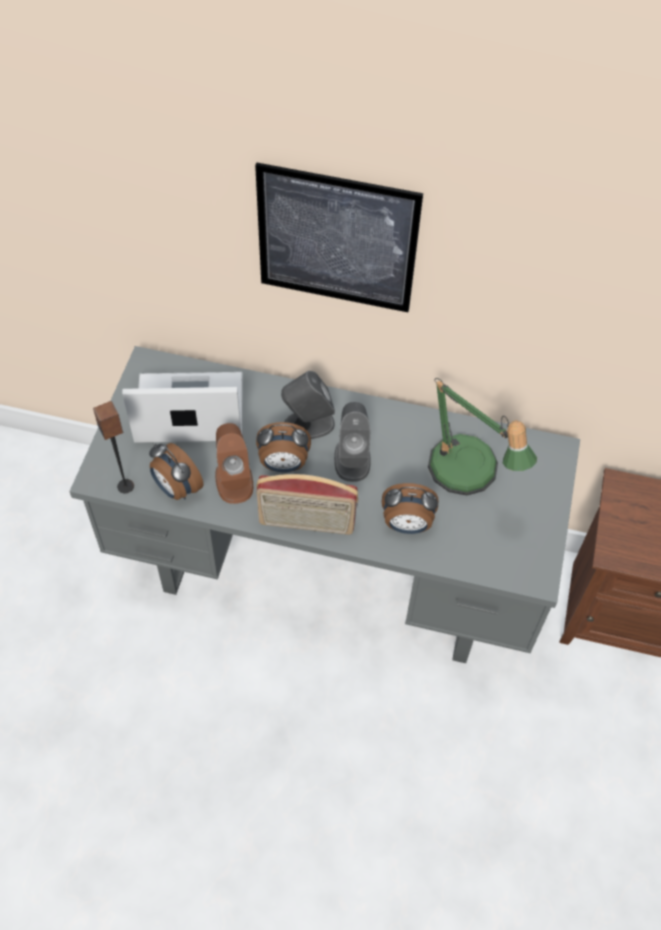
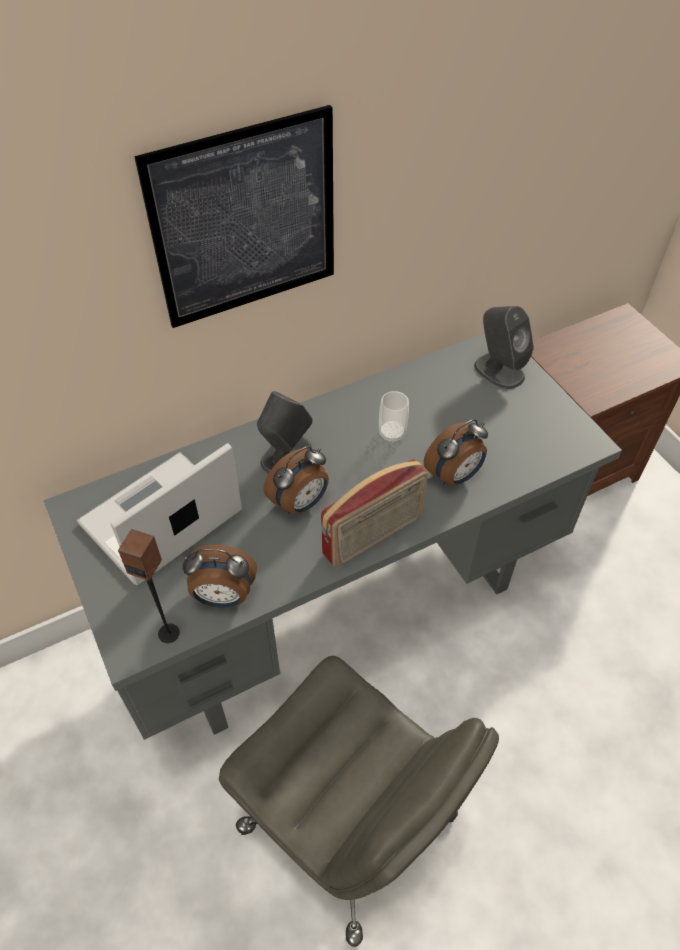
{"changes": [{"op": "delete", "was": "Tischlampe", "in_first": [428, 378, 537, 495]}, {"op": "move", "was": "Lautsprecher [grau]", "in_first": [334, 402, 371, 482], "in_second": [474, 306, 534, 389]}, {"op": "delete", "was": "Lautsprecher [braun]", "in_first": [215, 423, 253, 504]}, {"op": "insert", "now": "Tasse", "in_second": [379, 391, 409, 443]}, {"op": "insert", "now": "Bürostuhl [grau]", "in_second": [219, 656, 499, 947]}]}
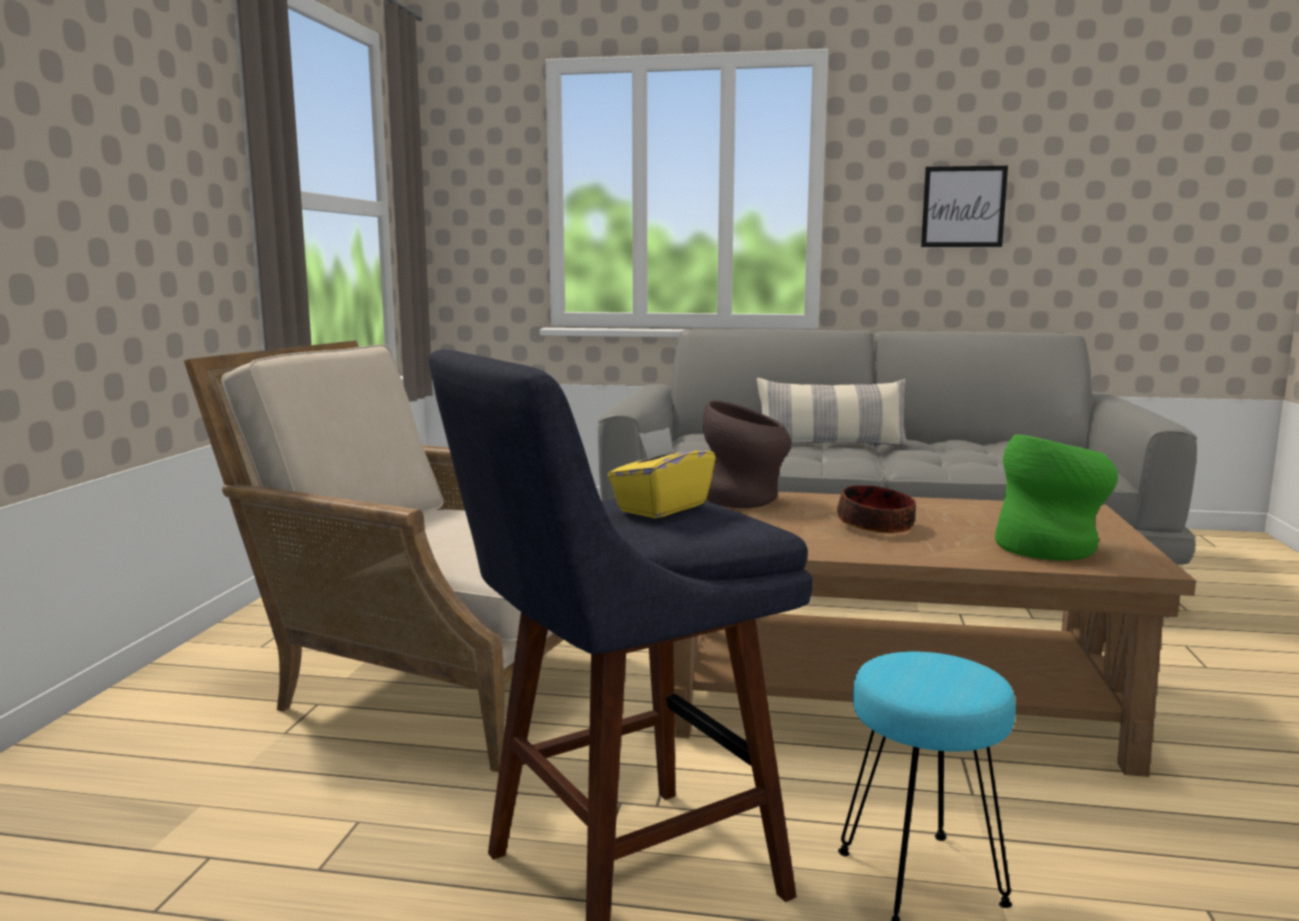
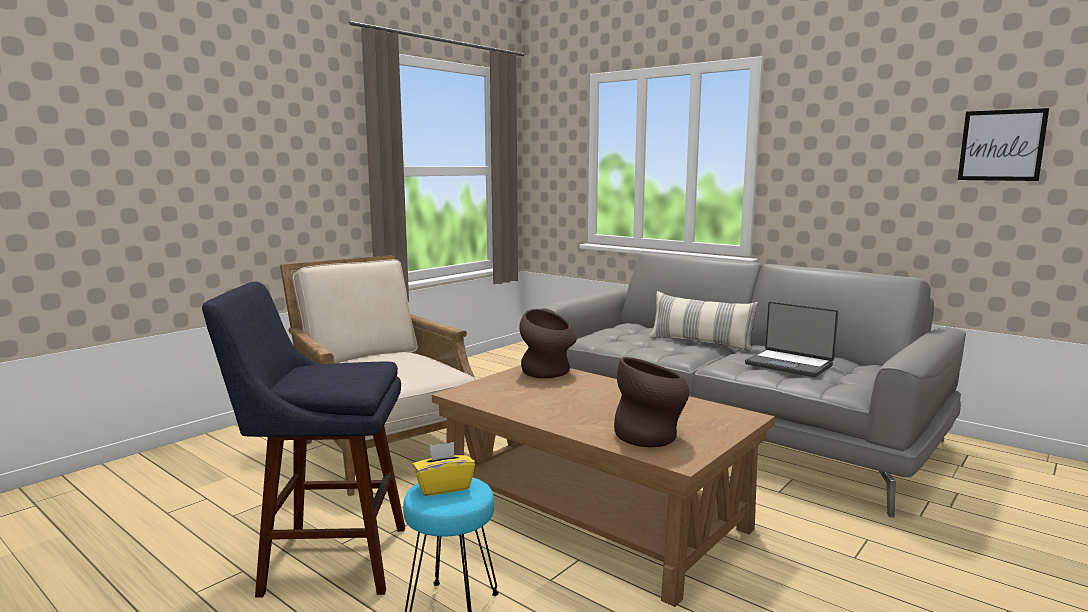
{"changes": [{"op": "move", "was": "Bild", "in_first": [921, 166, 1008, 247], "in_second": [958, 108, 1049, 181]}, {"op": "move", "was": "Taschentuchbox [gelb]", "in_first": [608, 428, 716, 518], "in_second": [412, 442, 475, 496]}, {"op": "recolor", "was": "Vase [grün]", "now": "Vase [braun]", "in_first": [995, 435, 1118, 561], "in_second": [614, 357, 689, 447]}, {"op": "delete", "was": "Schüssel", "in_first": [837, 485, 916, 533]}, {"op": "insert", "now": "Laptop", "in_second": [745, 301, 838, 377]}]}
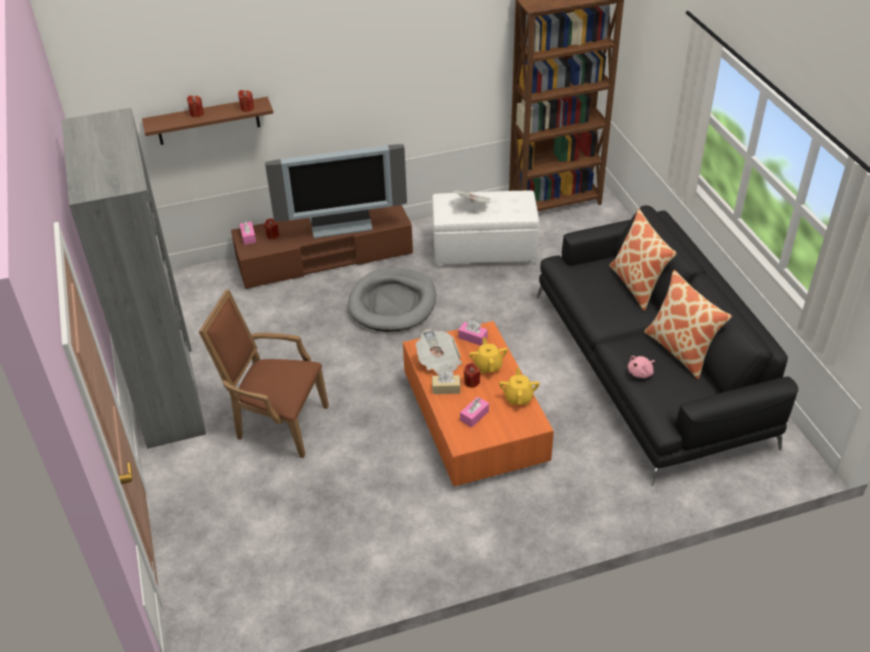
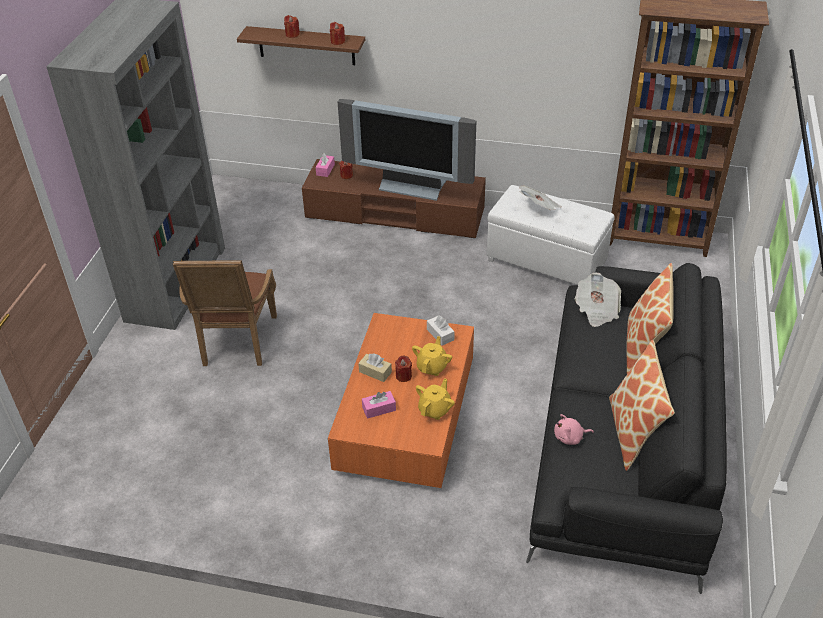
{"changes": [{"op": "delete", "was": "Hundebett [grau]", "in_first": [348, 268, 436, 332]}, {"op": "rotate", "was": "Sessel [braun]", "in_first": [199, 289, 329, 458], "in_second": [173, 260, 277, 366], "clockwise": -135}, {"op": "recolor", "was": "Taschentuchbox [rosa]", "now": "Taschentuchbox [weiß]", "in_first": [458, 321, 488, 346], "in_second": [427, 315, 455, 346]}, {"op": "move", "was": "Zeitung", "in_first": [416, 329, 462, 375], "in_second": [575, 273, 621, 327]}]}
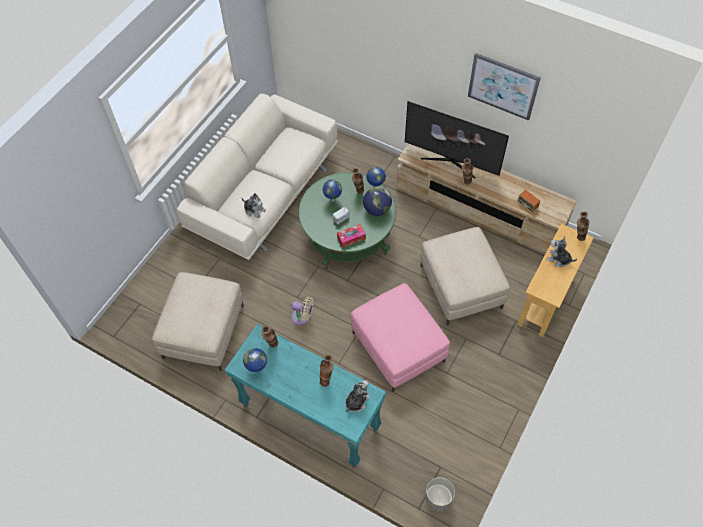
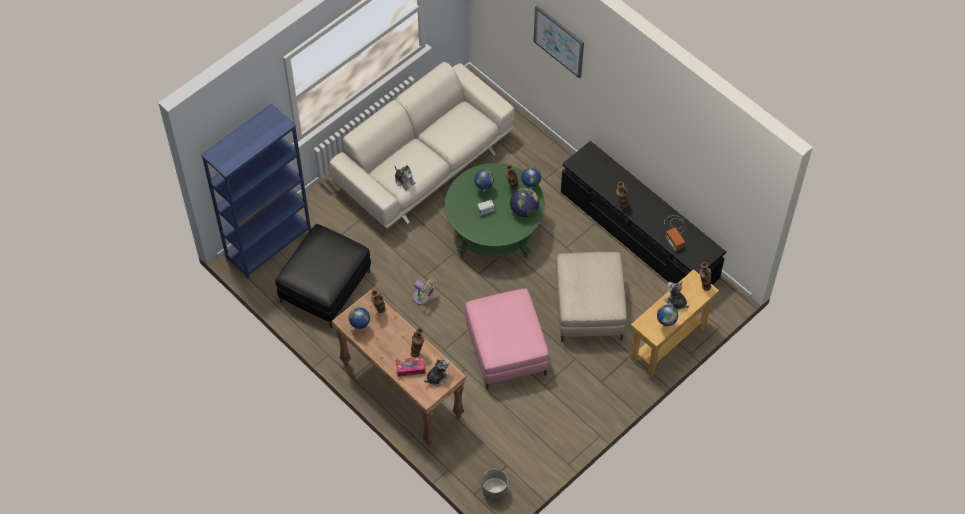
{"changes": [{"op": "move", "was": "Bild", "in_first": [468, 53, 541, 121], "in_second": [534, 5, 584, 79]}, {"op": "delete", "was": "Fernseher", "in_first": [405, 101, 509, 179]}, {"op": "recolor", "was": "Fernsehschrank [beige]", "now": "Fernsehschrank [schwarz]", "in_first": [396, 143, 577, 254], "in_second": [561, 141, 726, 285]}, {"op": "move", "was": "Taschentuchbox", "in_first": [337, 224, 366, 248], "in_second": [396, 357, 425, 377]}, {"op": "recolor", "was": "Polsterhocker [beige]", "now": "Polsterhocker [schwarz]", "in_first": [152, 272, 244, 371], "in_second": [275, 224, 371, 328]}, {"op": "recolor", "was": "Konsolentisch [türkis]", "now": "Konsolentisch [braun]", "in_first": [224, 324, 386, 467], "in_second": [332, 289, 467, 445]}, {"op": "insert", "now": "Bücherregal [blau]", "in_second": [201, 103, 311, 279]}, {"op": "insert", "now": "Globus", "in_second": [657, 305, 678, 327]}]}
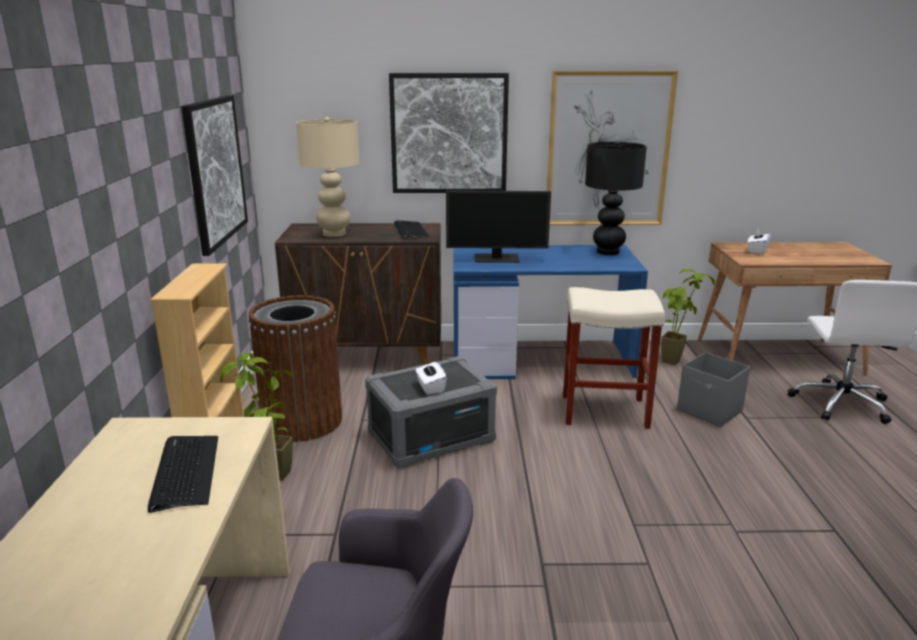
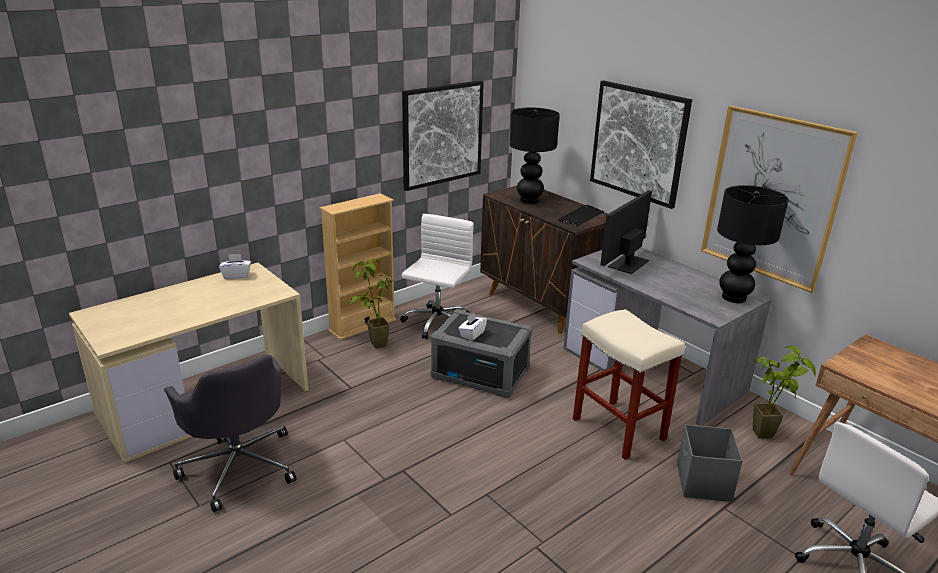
{"changes": [{"op": "recolor", "was": "Tischlampe [beige]", "now": "Tischlampe [schwarz]", "in_first": [296, 117, 359, 237], "in_second": [510, 107, 560, 204]}, {"op": "rotate", "was": "Monitor", "in_first": [446, 190, 551, 263], "in_second": [600, 190, 652, 274], "clockwise": 75}, {"op": "move", "was": "Taschentuchbox [weiß]", "in_first": [747, 228, 771, 254], "in_second": [219, 254, 251, 279]}, {"op": "recolor", "was": "Schreibtisch [blau]", "now": "Schreibtisch [grau]", "in_first": [453, 245, 648, 379], "in_second": [563, 247, 771, 425]}, {"op": "replace", "was": "Mülleimer [braun]", "now": "Bürostuhl [weiß]", "in_first": [248, 295, 342, 442], "in_second": [400, 214, 474, 339]}, {"op": "delete", "was": "Tastatur", "in_first": [148, 436, 218, 513]}]}
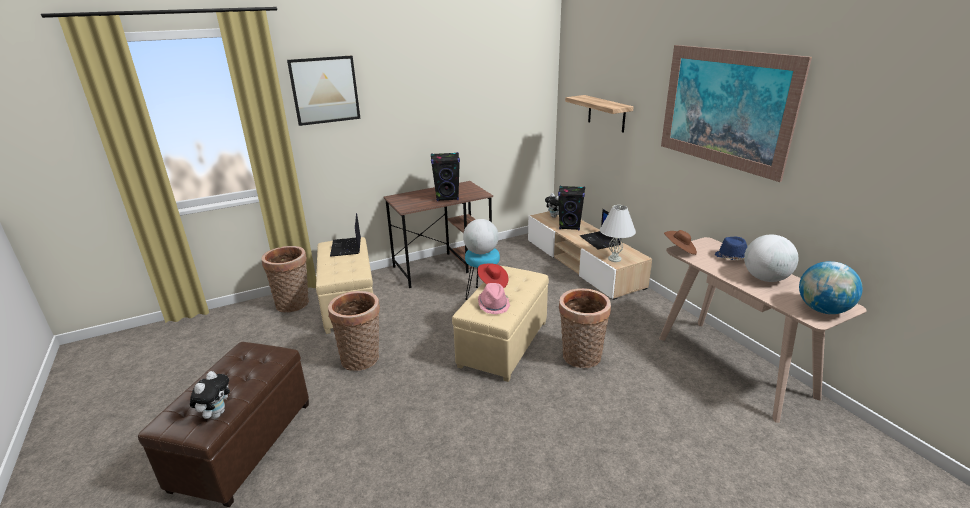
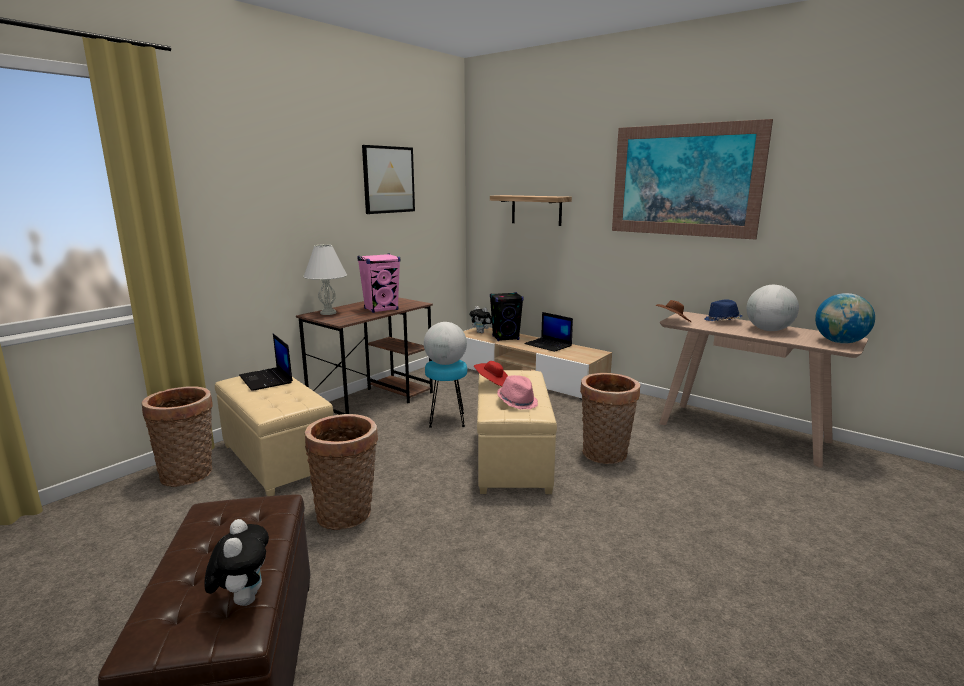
{"changes": [{"op": "move", "was": "Bild", "in_first": [287, 55, 360, 126], "in_second": [362, 145, 415, 214]}, {"op": "recolor", "was": "Lautsprecher [schwarz]", "now": "Lautsprecher [rosa]", "in_first": [431, 152, 460, 201], "in_second": [357, 253, 400, 313]}, {"op": "move", "was": "Tischlampe [weiß]", "in_first": [600, 205, 636, 262], "in_second": [303, 244, 347, 315]}]}
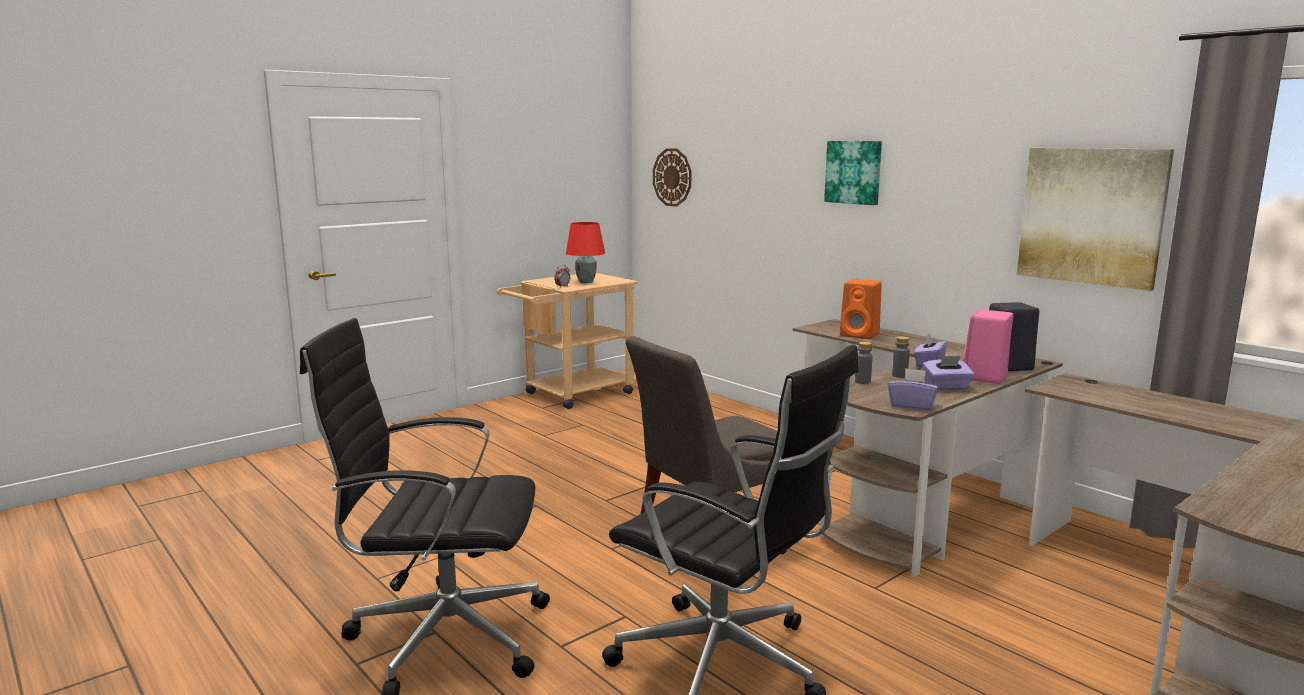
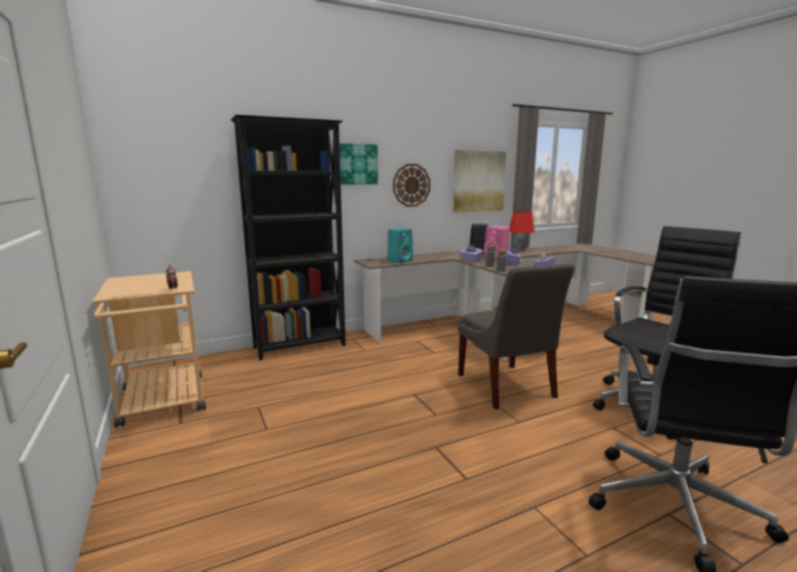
{"changes": [{"op": "move", "was": "Wanduhr", "in_first": [653, 148, 691, 207], "in_second": [393, 164, 430, 207]}, {"op": "move", "was": "Tischlampe [rot]", "in_first": [566, 222, 605, 283], "in_second": [509, 212, 535, 251]}, {"op": "recolor", "was": "Lautsprecher [orange]", "now": "Lautsprecher [türkis]", "in_first": [840, 279, 882, 339], "in_second": [387, 228, 413, 263]}, {"op": "insert", "now": "Bücherregal [schwarz]", "in_second": [231, 115, 346, 361]}]}
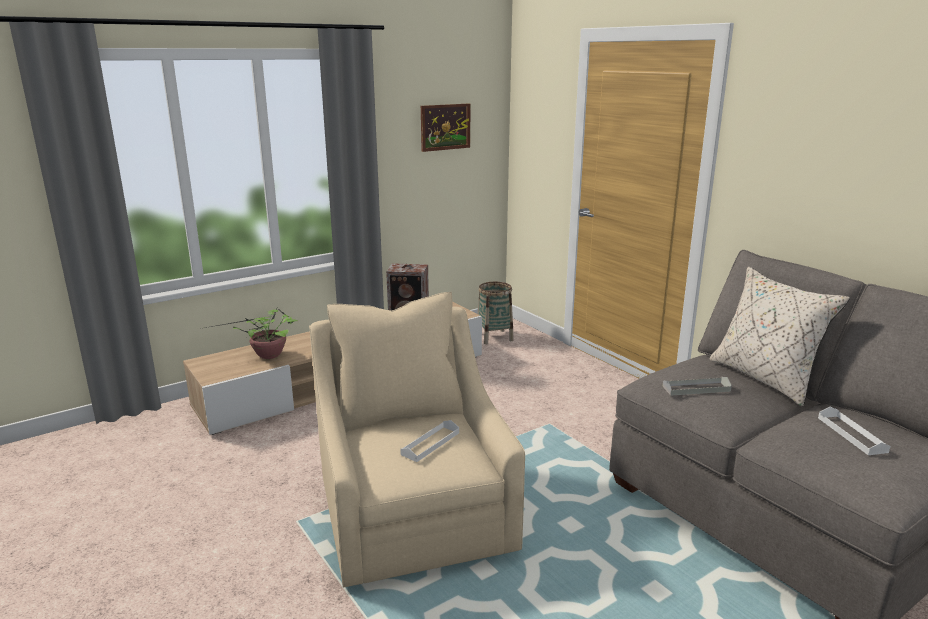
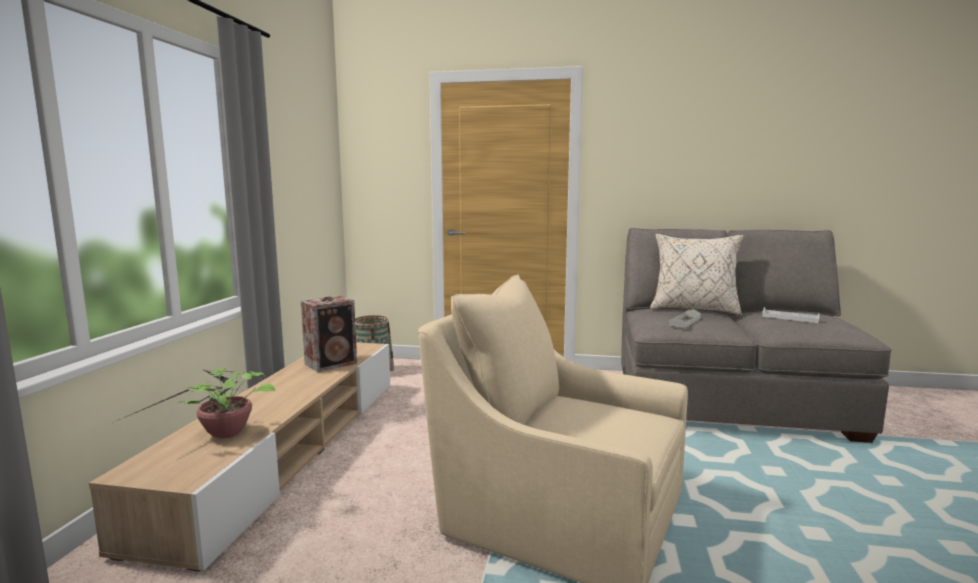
{"changes": [{"op": "delete", "was": "Bild", "in_first": [421, 104, 470, 152]}, {"op": "delete", "was": "Tablett [weiß]", "in_first": [400, 420, 459, 462]}]}
